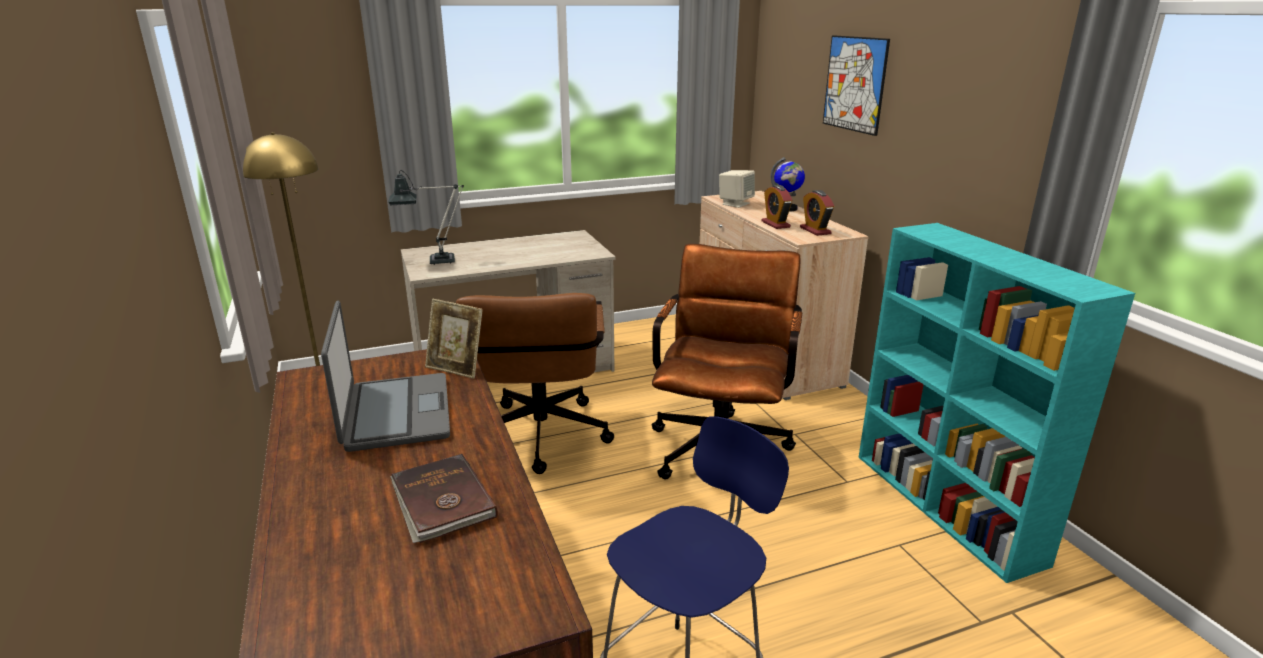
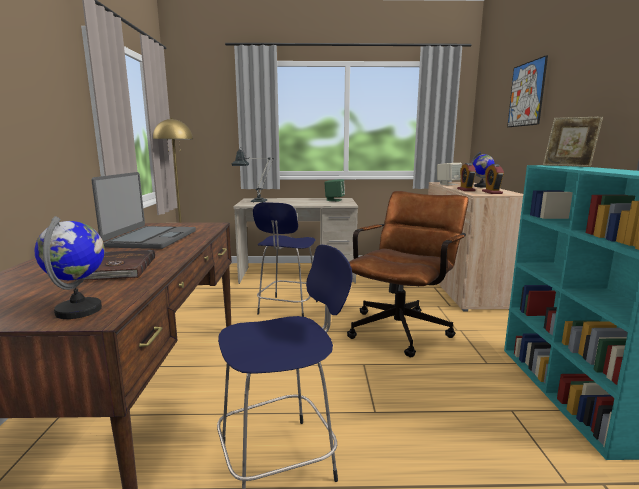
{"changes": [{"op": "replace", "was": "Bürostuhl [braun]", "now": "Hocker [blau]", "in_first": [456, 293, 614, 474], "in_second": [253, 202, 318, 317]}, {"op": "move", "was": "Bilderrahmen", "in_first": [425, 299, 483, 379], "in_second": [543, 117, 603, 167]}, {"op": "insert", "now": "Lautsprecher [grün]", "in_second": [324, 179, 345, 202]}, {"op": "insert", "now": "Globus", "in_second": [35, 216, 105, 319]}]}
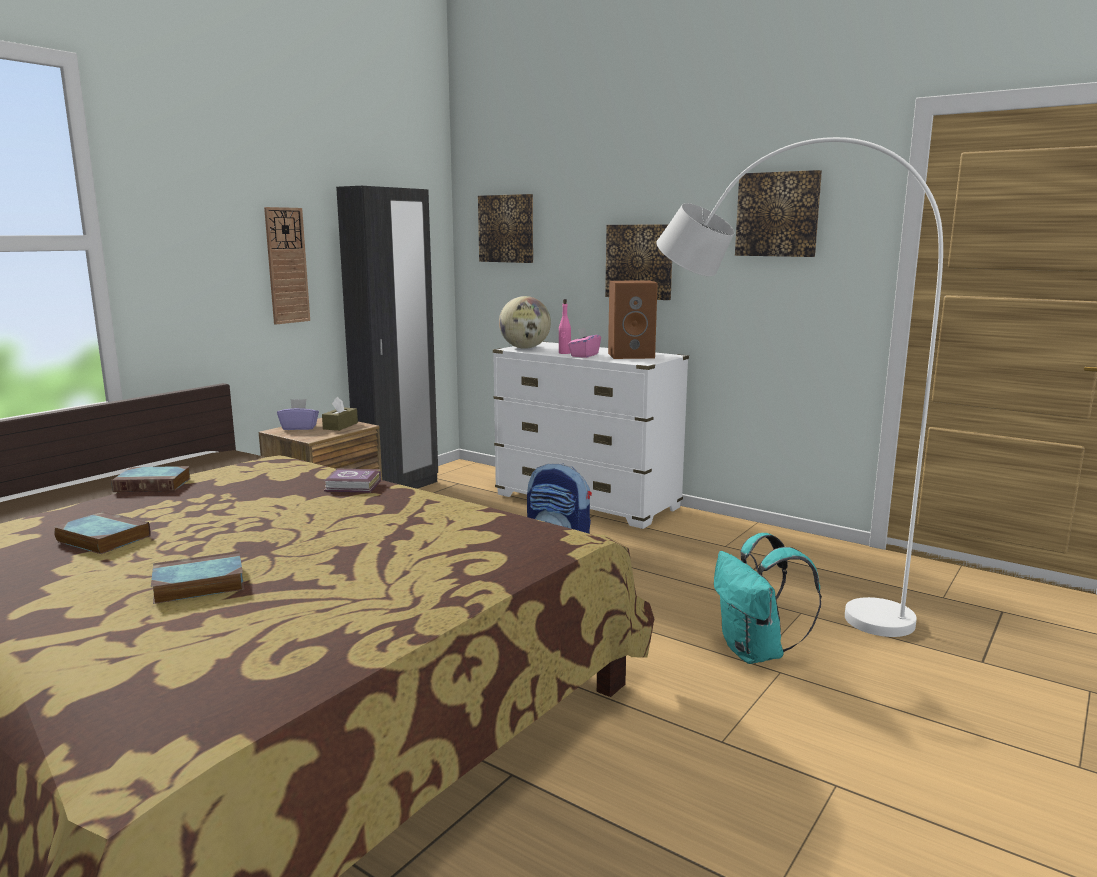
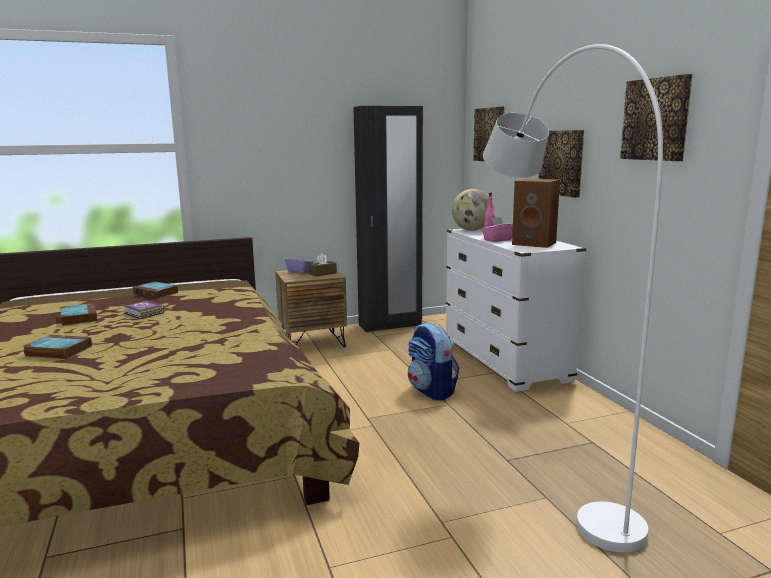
{"changes": [{"op": "delete", "was": "Wanduhr", "in_first": [264, 207, 310, 324]}, {"op": "move", "was": "Buch", "in_first": [324, 468, 381, 493], "in_second": [123, 300, 164, 319]}, {"op": "delete", "was": "Rucksack [türkis]", "in_first": [714, 533, 822, 664]}]}
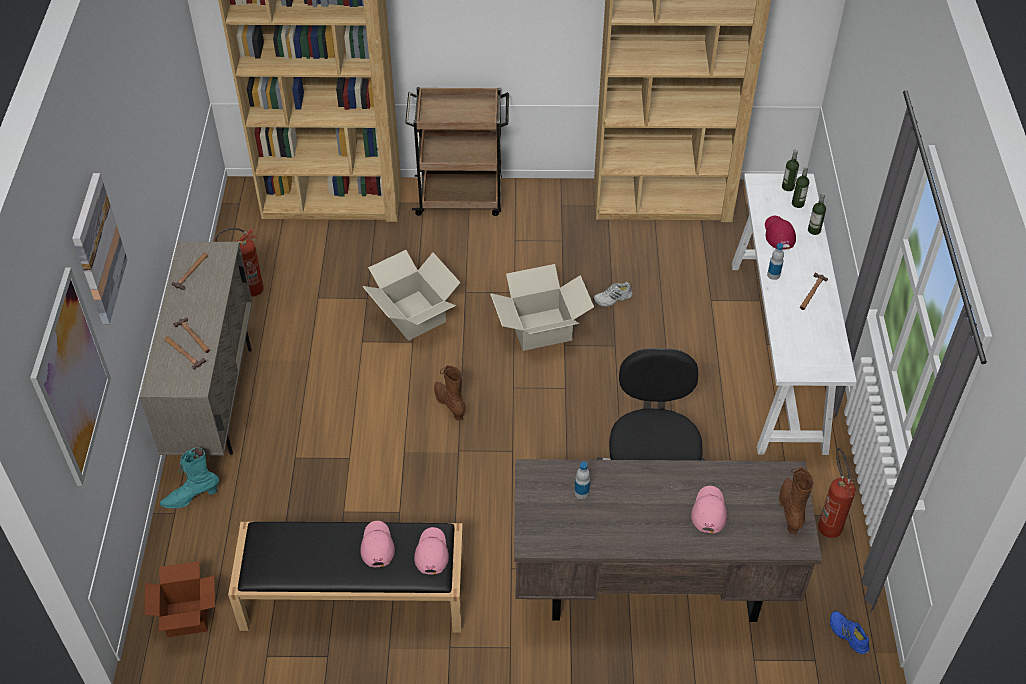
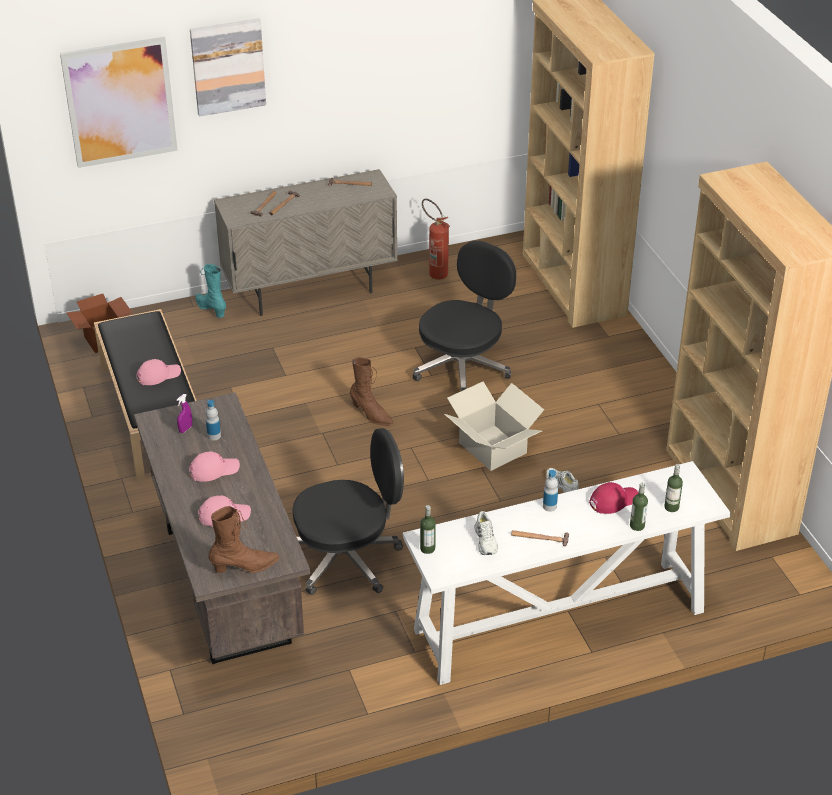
{"changes": [{"op": "delete", "was": "Rollwagen [braun]", "in_first": [405, 87, 509, 216]}, {"op": "move", "was": "Flasche", "in_first": [782, 150, 799, 191], "in_second": [420, 505, 436, 554]}, {"op": "replace", "was": "Karton", "now": "Bürostuhl [schwarz]", "in_first": [362, 250, 461, 341], "in_second": [412, 241, 516, 391]}, {"op": "rotate", "was": "Stiefel [braun]", "in_first": [434, 365, 466, 421], "in_second": [350, 357, 393, 426], "clockwise": 90}, {"op": "delete", "was": "Feuerlöscher", "in_first": [818, 448, 856, 538]}, {"op": "move", "was": "Kappe [rosa]", "in_first": [414, 527, 449, 575], "in_second": [189, 451, 240, 482]}, {"op": "delete", "was": "Schuh [blau]", "in_first": [830, 611, 870, 654]}, {"op": "insert", "now": "Sprühflasche [lila]", "in_second": [177, 394, 192, 433]}, {"op": "insert", "now": "Schuh [weiß]", "in_second": [474, 511, 498, 555]}]}
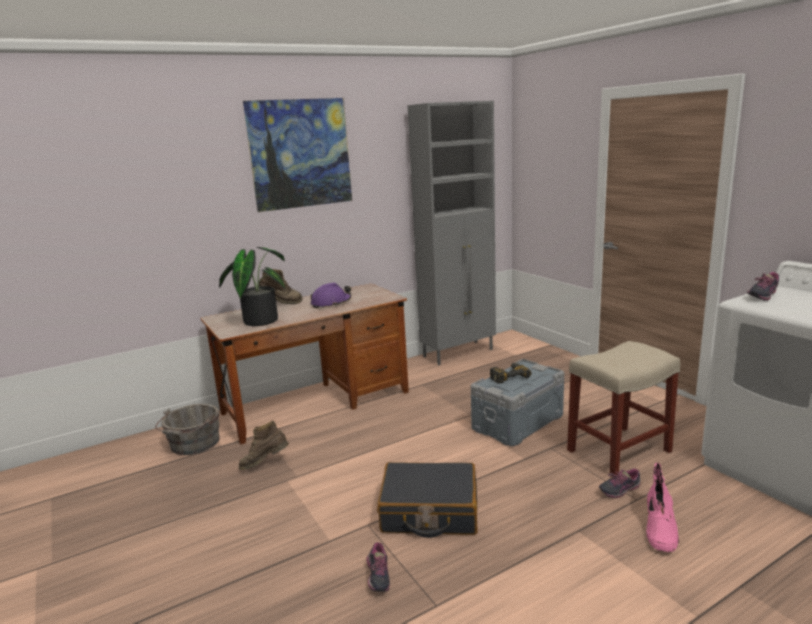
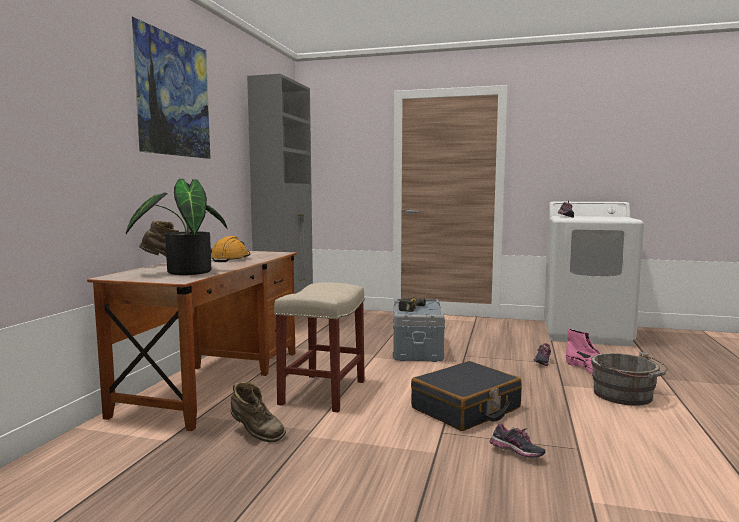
{"changes": [{"op": "recolor", "was": "Schutzhelm [lila]", "now": "Schutzhelm [orange]", "in_first": [311, 283, 351, 308], "in_second": [211, 236, 250, 262]}, {"op": "move", "was": "Hocker [beige]", "in_first": [567, 341, 680, 476], "in_second": [274, 282, 365, 412]}, {"op": "move", "was": "Eimer [grau]", "in_first": [155, 404, 220, 455], "in_second": [591, 352, 668, 406]}, {"op": "rotate", "was": "Stiefel [braun]", "in_first": [239, 421, 289, 470], "in_second": [230, 382, 286, 442], "clockwise": -90}]}
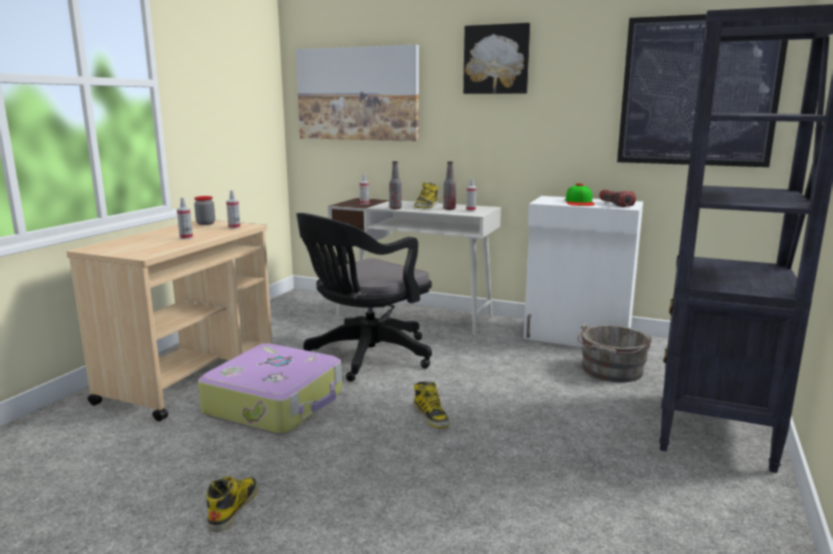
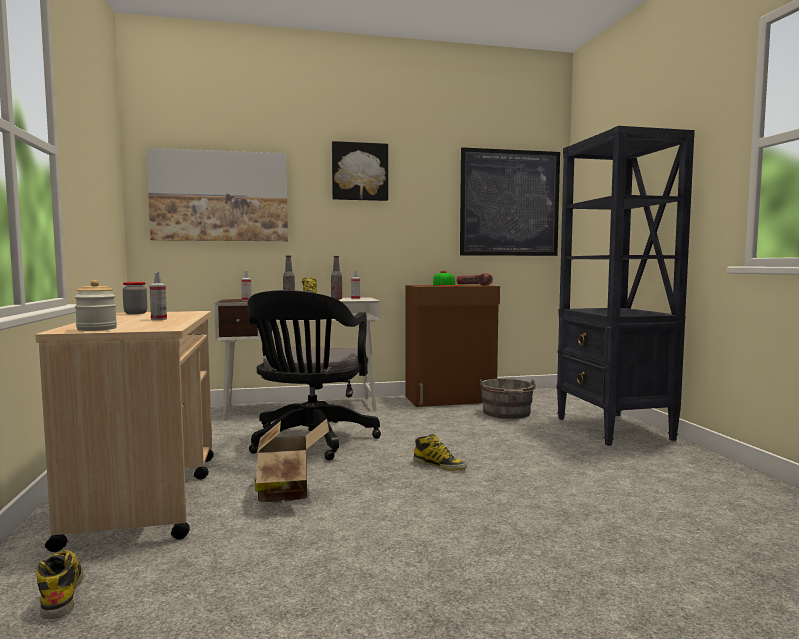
{"changes": [{"op": "delete", "was": "Sprühflasche", "in_first": [226, 190, 240, 229]}, {"op": "recolor", "was": "Schrank [weiß]", "now": "Schrank [braun]", "in_first": [524, 196, 643, 347], "in_second": [405, 285, 500, 407]}, {"op": "replace", "was": "Koffer", "now": "Karton", "in_first": [198, 343, 342, 435], "in_second": [255, 419, 329, 502]}, {"op": "move", "was": "Stiefel", "in_first": [206, 476, 258, 532], "in_second": [36, 550, 84, 619]}, {"op": "insert", "now": "Vorratsglas", "in_second": [74, 280, 117, 331]}]}
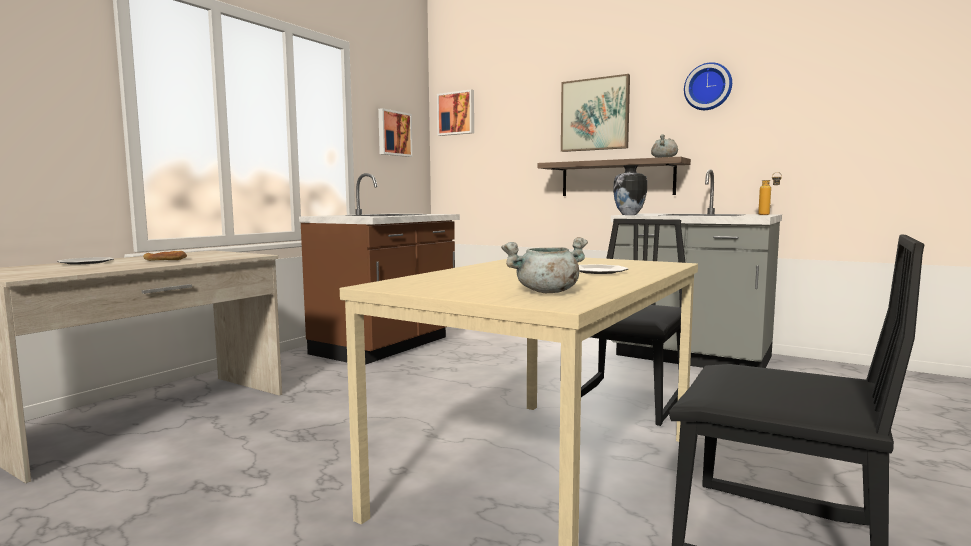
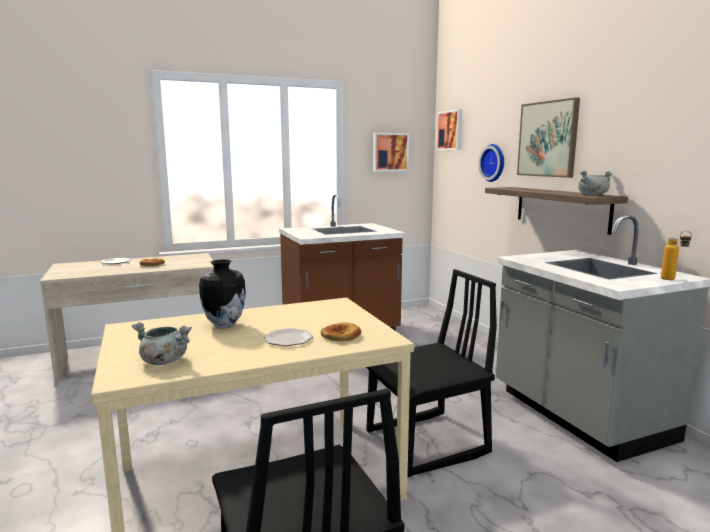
{"changes": [{"op": "move", "was": "Wanduhr", "in_first": [684, 62, 732, 110], "in_second": [478, 144, 504, 182]}, {"op": "move", "was": "Vase", "in_first": [613, 165, 647, 215], "in_second": [199, 259, 246, 328]}, {"op": "insert", "now": "Brot", "in_second": [321, 322, 361, 341]}]}
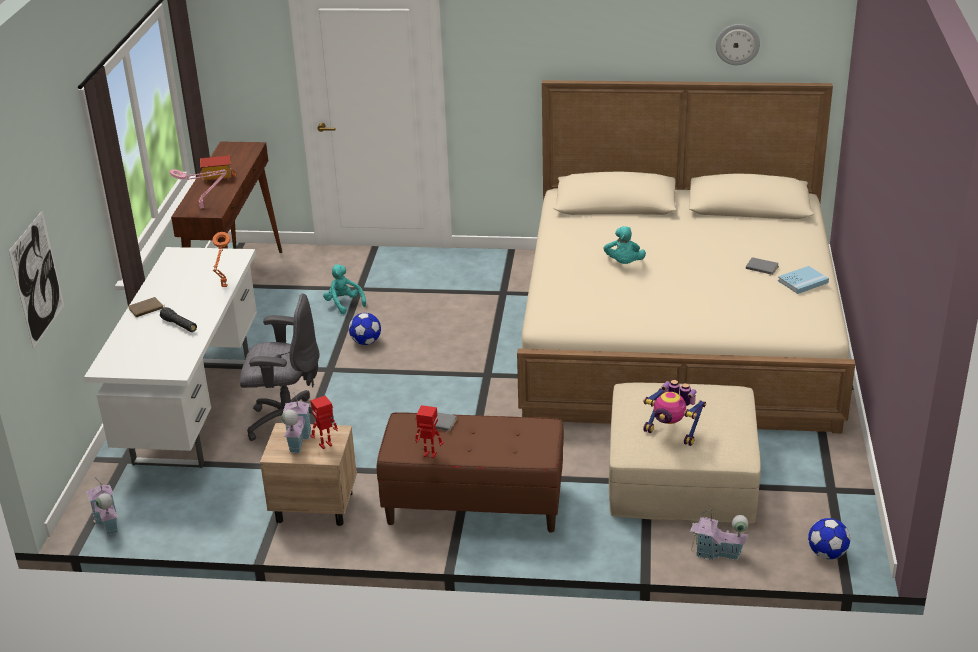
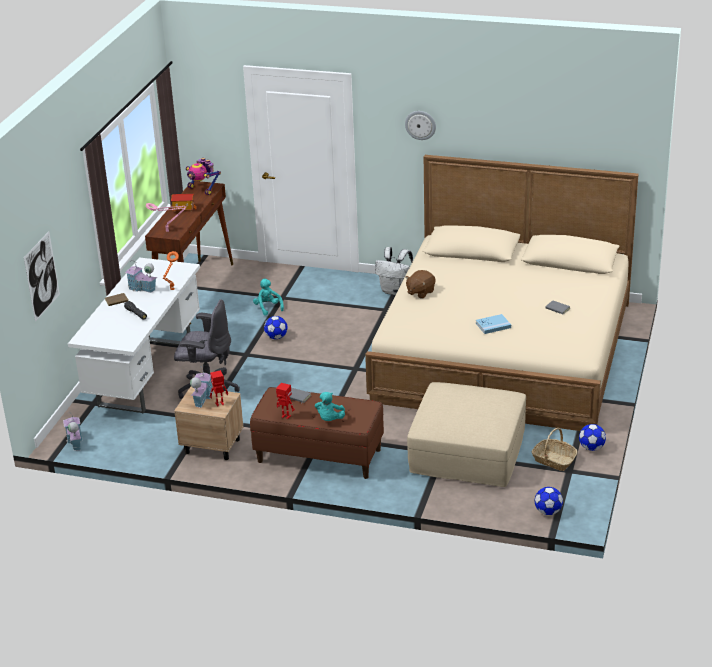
{"changes": [{"op": "move", "was": "Wanduhr", "in_first": [716, 24, 760, 65], "in_second": [405, 111, 436, 140]}, {"op": "move", "was": "Plüschtier [türkis]", "in_first": [604, 226, 646, 264], "in_second": [315, 392, 345, 421]}, {"op": "move", "was": "Buch [blau]", "in_first": [778, 266, 829, 294], "in_second": [476, 314, 511, 334]}, {"op": "move", "was": "Spielzeugroboter", "in_first": [643, 380, 706, 446], "in_second": [186, 158, 221, 195]}, {"op": "move", "was": "Spielzeughaus", "in_first": [690, 509, 748, 560], "in_second": [125, 259, 157, 293]}, {"op": "insert", "now": "Rucksack [weiß]", "in_second": [375, 247, 413, 295]}, {"op": "insert", "now": "Plüschtier [braun]", "in_second": [405, 270, 436, 299]}, {"op": "insert", "now": "Fußball", "in_second": [579, 424, 606, 451]}, {"op": "insert", "now": "Korb", "in_second": [532, 428, 577, 471]}]}
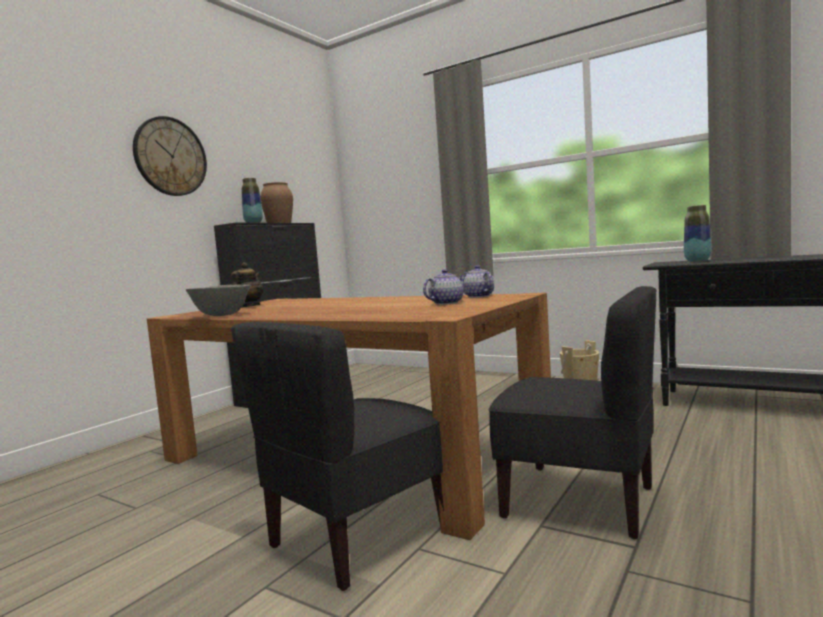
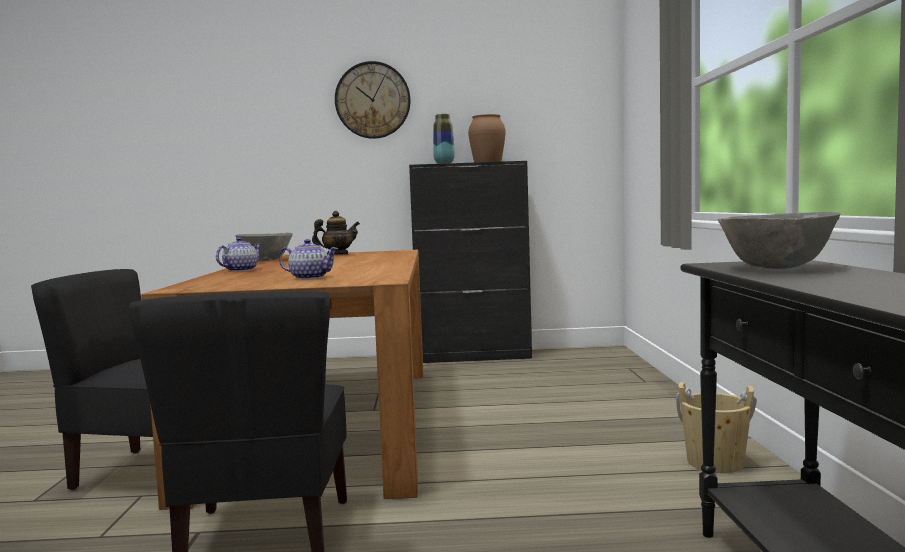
{"changes": [{"op": "replace", "was": "Vase", "now": "Schüssel [grau]", "in_first": [684, 205, 711, 262], "in_second": [718, 212, 840, 269]}, {"op": "move", "was": "Teekanne", "in_first": [464, 265, 494, 298], "in_second": [216, 237, 261, 272]}]}
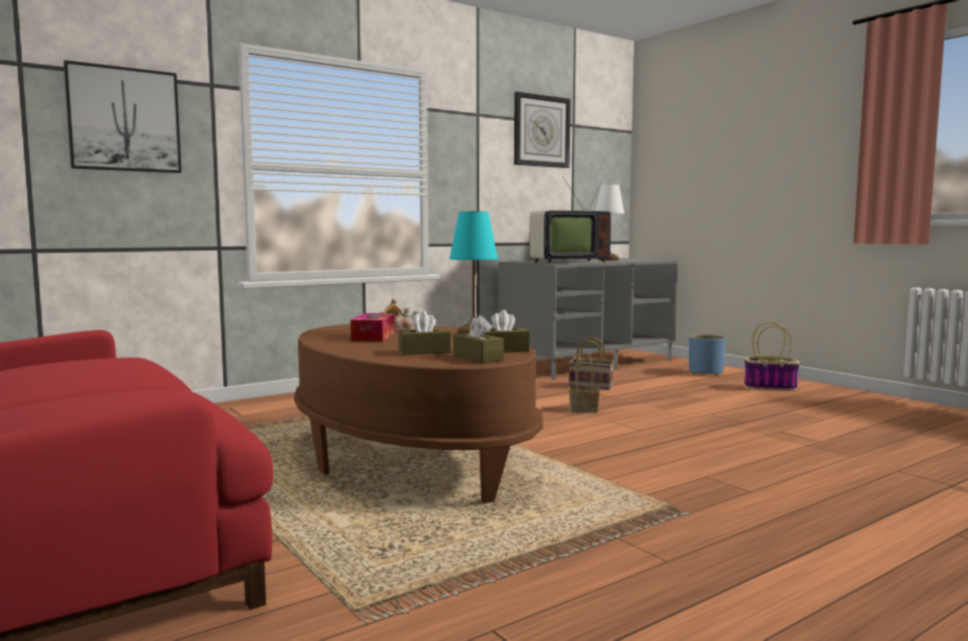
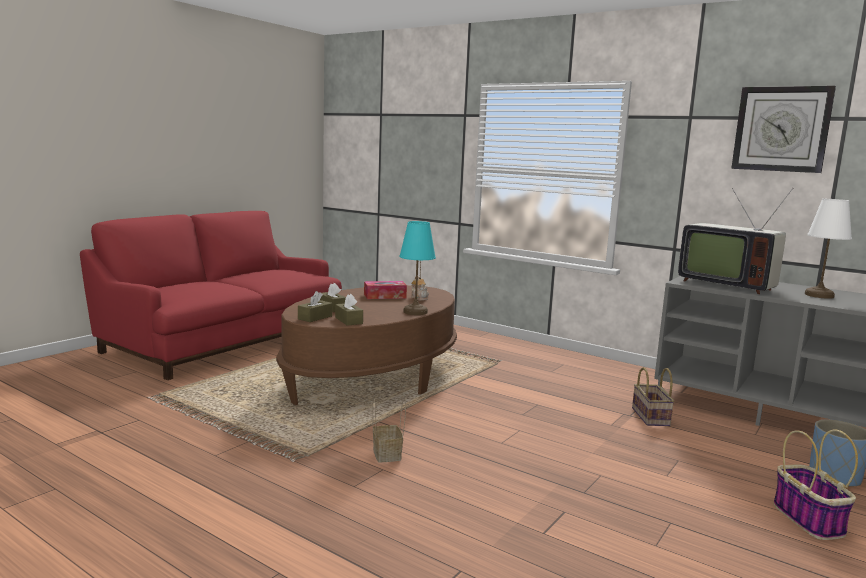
{"changes": [{"op": "delete", "was": "Bild", "in_first": [64, 60, 182, 173]}, {"op": "move", "was": "Korb", "in_first": [569, 353, 600, 413], "in_second": [372, 396, 406, 462]}]}
